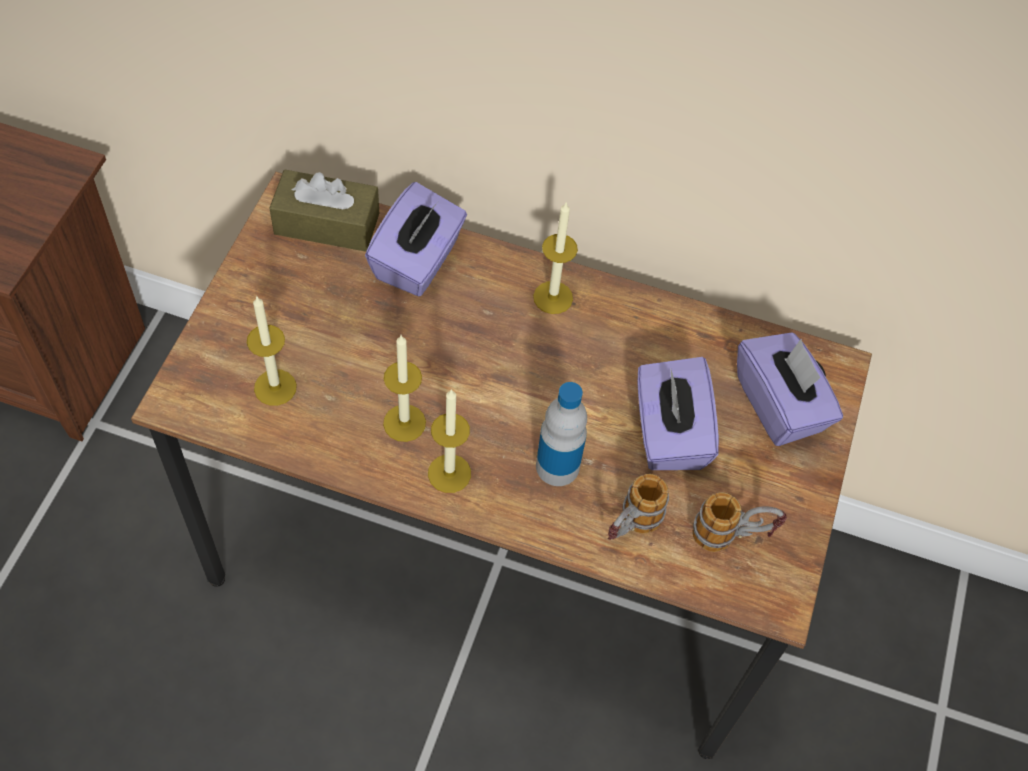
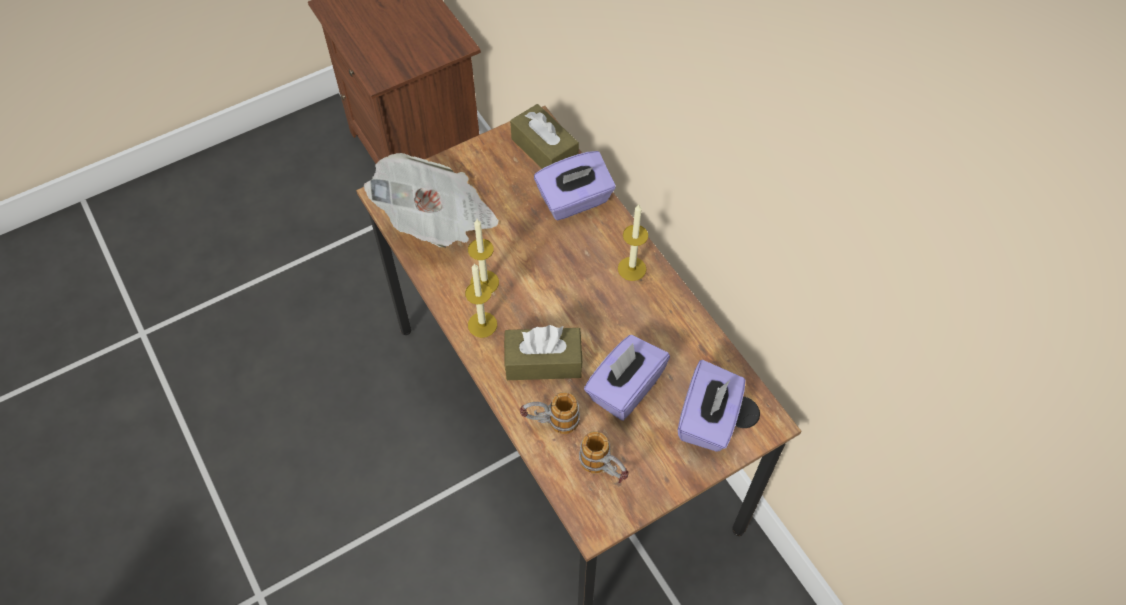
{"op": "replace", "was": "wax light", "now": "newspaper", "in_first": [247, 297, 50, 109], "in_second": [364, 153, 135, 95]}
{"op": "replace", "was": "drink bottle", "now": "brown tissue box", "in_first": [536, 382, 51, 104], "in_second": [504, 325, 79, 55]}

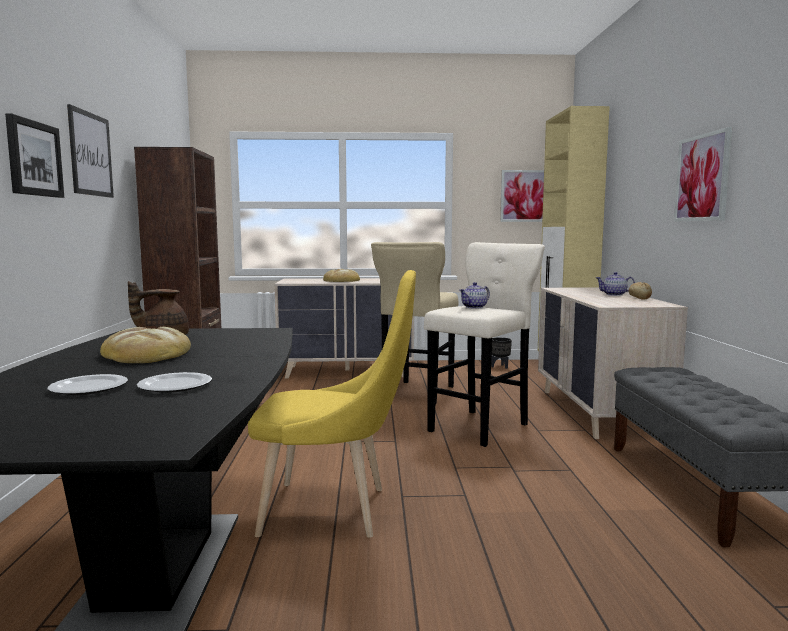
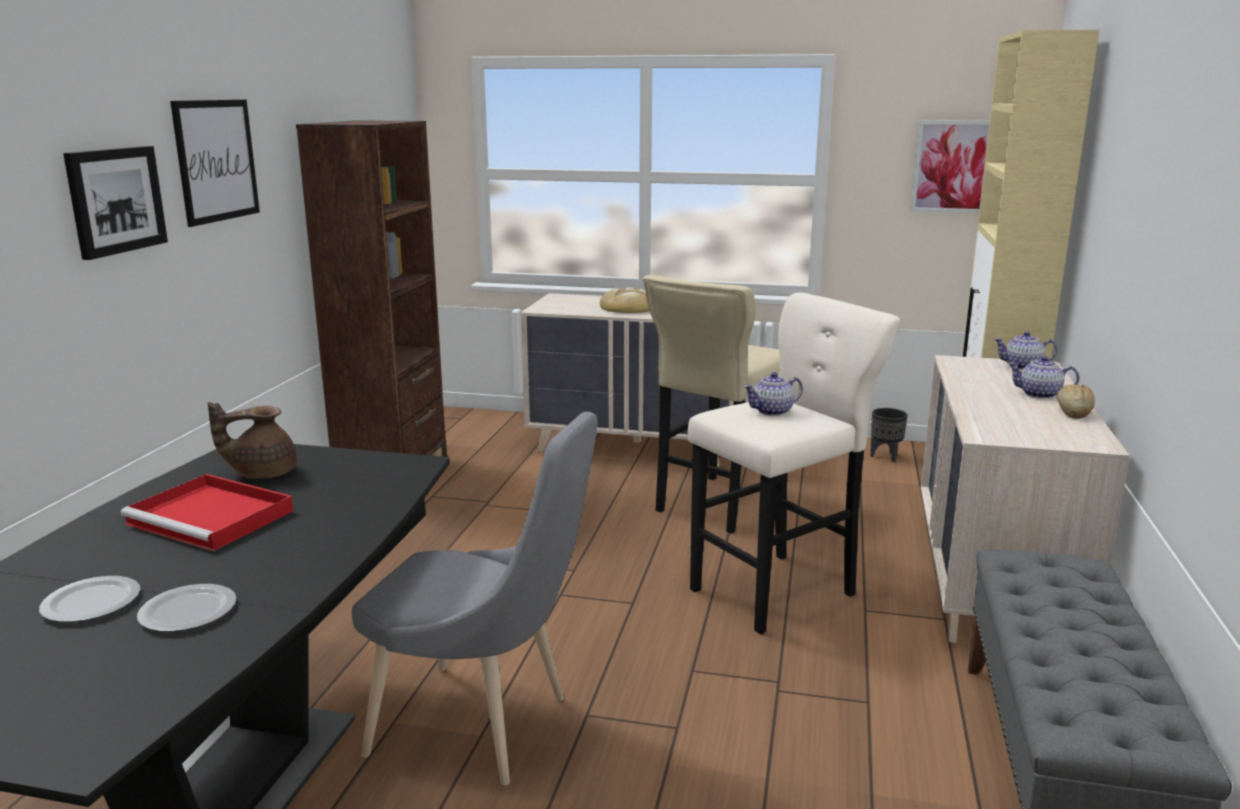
{"op": "replace", "was": "bakery bread", "now": "red carrying tray", "in_first": [100, 327, 91, 36], "in_second": [121, 474, 172, 77]}
{"op": "recolor", "was": "yellow-coloured plain chair", "now": "grey plain chair", "in_first": [248, 270, 168, 268], "in_second": [352, 412, 246, 373]}
{"op": "insert", "now": "pot for tea", "in_second": [994, 331, 64, 39]}
{"op": "delete", "was": "picture", "in_first": [674, 127, 58, 95]}

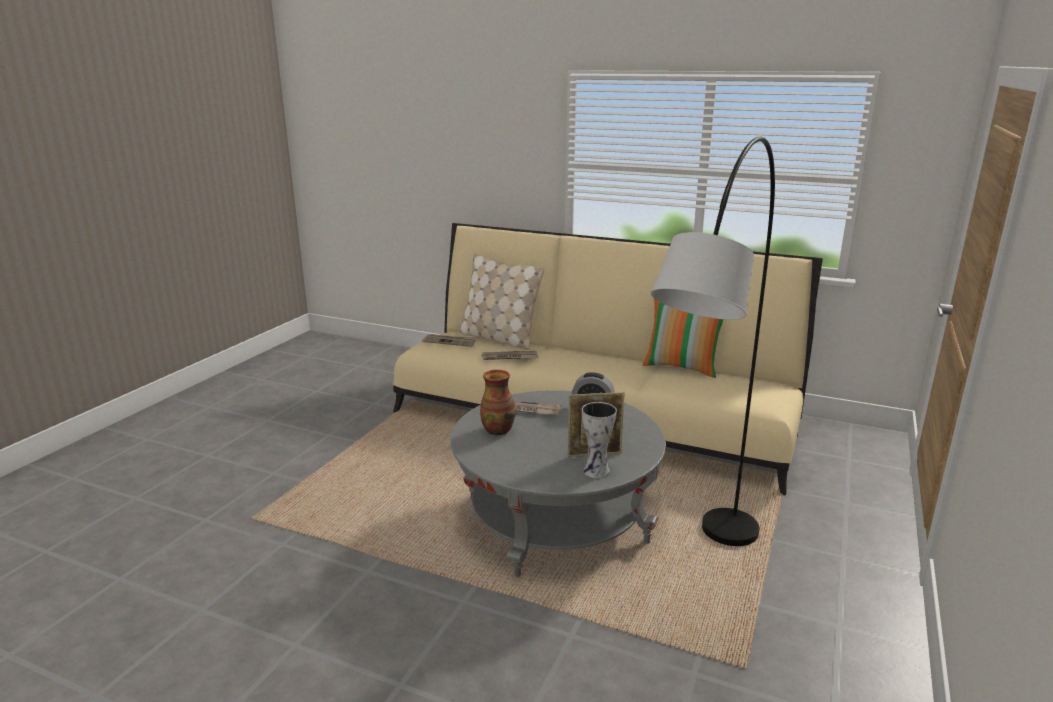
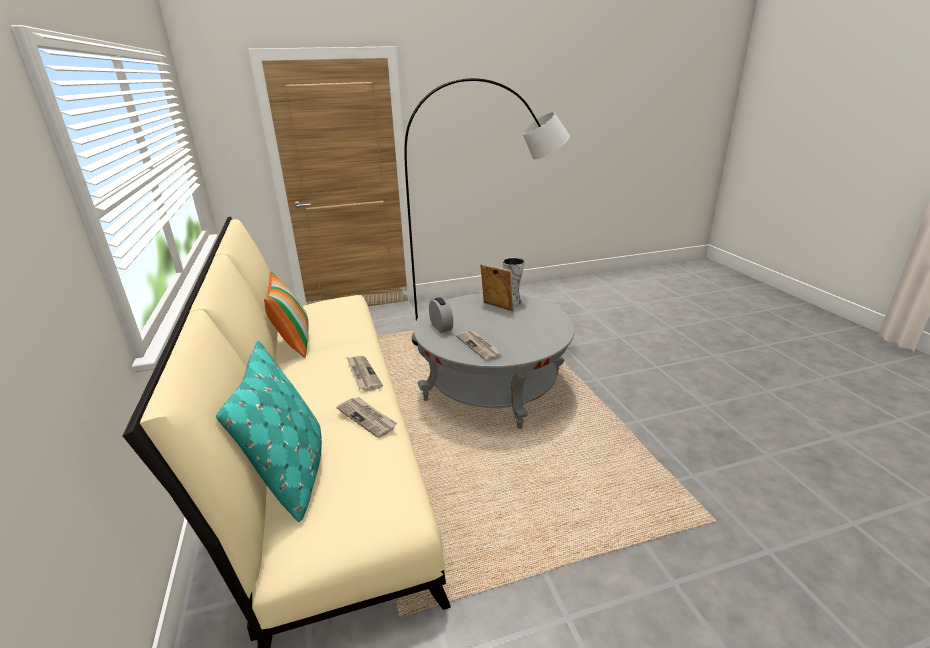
{"op": "recolor", "was": "beige throw pillow", "now": "turquoise-coloured throw pillow", "in_first": [459, 254, 85, 96], "in_second": [216, 341, 106, 181]}
{"op": "move", "was": "newspaper", "in_first": [422, 334, 56, 13], "in_second": [346, 356, 37, 35]}
{"op": "delete", "was": "vase", "in_first": [480, 370, 36, 66]}

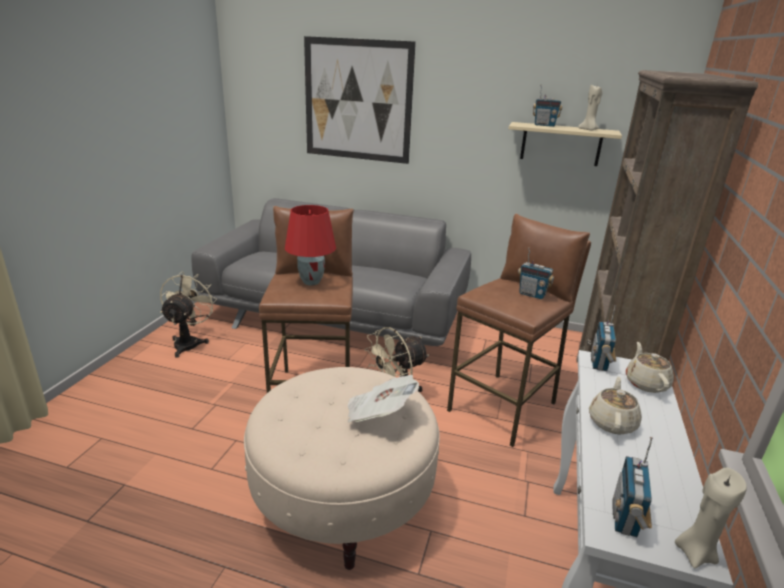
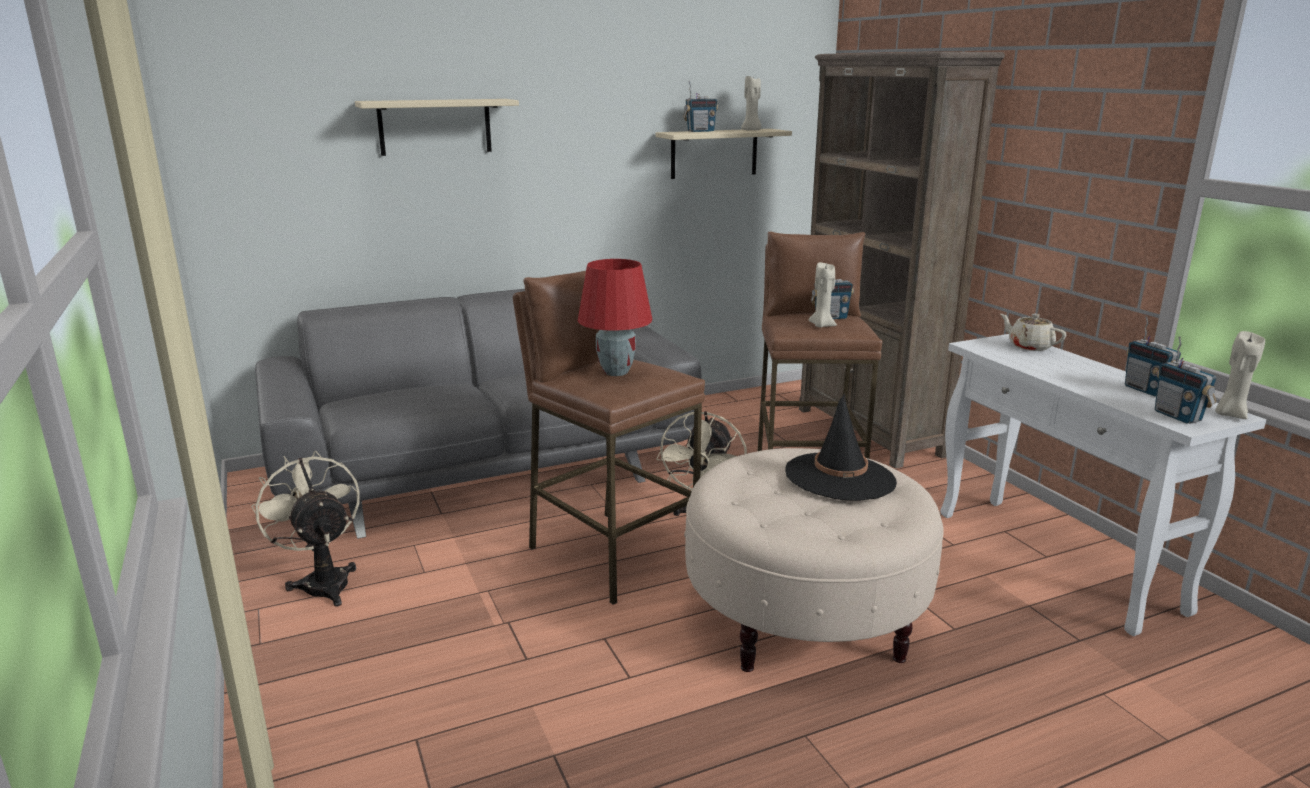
{"op": "replace", "was": "picture", "now": "beige shelf", "in_first": [304, 36, 112, 128], "in_second": [355, 99, 164, 57]}
{"op": "replace", "was": "newspaper", "now": "blackish wearable hat", "in_first": [348, 375, 71, 48], "in_second": [785, 393, 112, 108]}
{"op": "insert", "now": "beige wax light", "in_second": [809, 262, 28, 66]}
{"op": "move", "was": "radio receiver", "in_first": [591, 305, 25, 66], "in_second": [1125, 316, 56, 80]}
{"op": "delete", "was": "beige pot for tea", "in_first": [589, 376, 53, 59]}

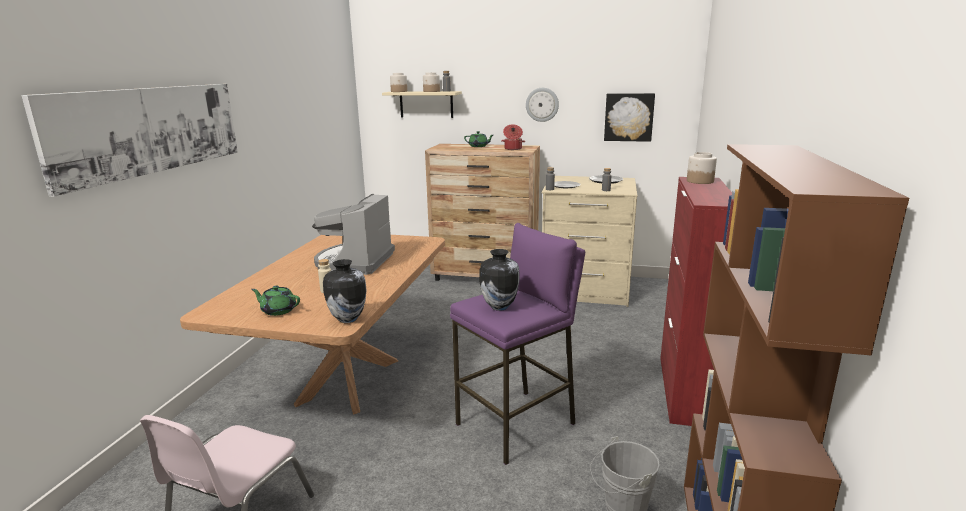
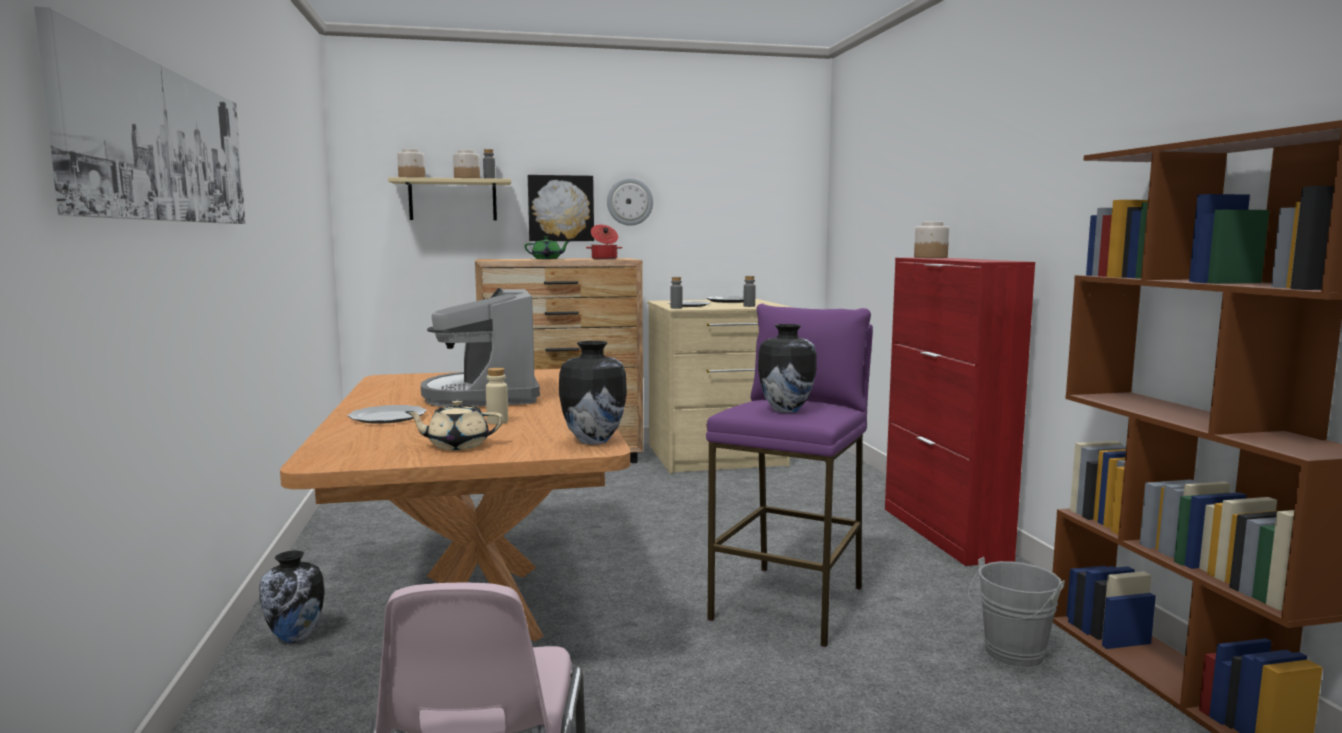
{"op": "insert", "now": "vase", "in_second": [259, 550, 66, 93]}
{"op": "insert", "now": "plate", "in_second": [348, 405, 78, 19]}
{"op": "recolor", "was": "green-coloured pot for tea", "now": "beige pot for tea", "in_first": [251, 286, 49, 30], "in_second": [406, 400, 97, 50]}
{"op": "move", "was": "picture", "in_first": [604, 93, 51, 49], "in_second": [528, 175, 66, 66]}

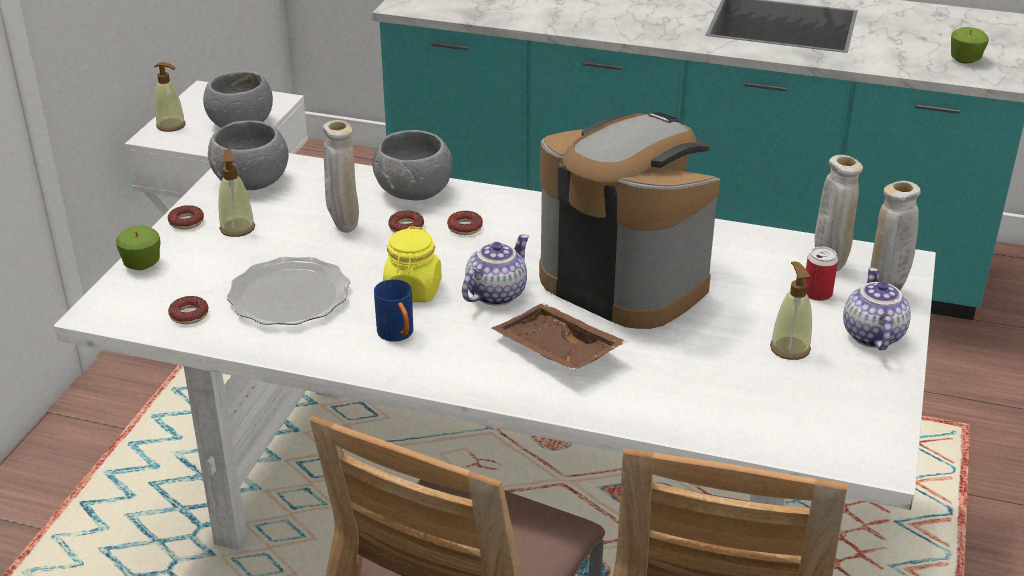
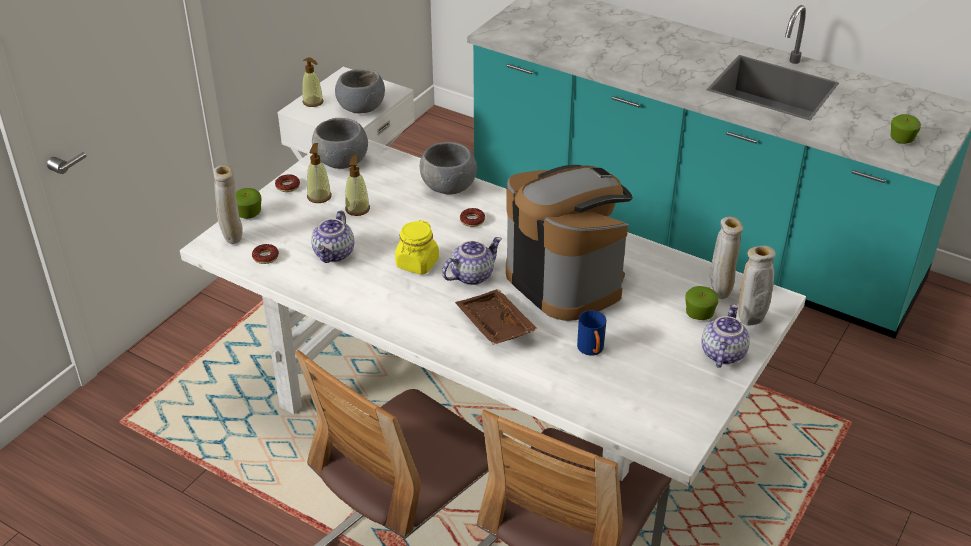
{"op": "move", "was": "beige vase", "in_first": [323, 120, 36, 113], "in_second": [214, 165, 29, 79]}
{"op": "replace", "was": "plate", "now": "pot for tea", "in_first": [227, 257, 123, 68], "in_second": [311, 210, 43, 53]}
{"op": "move", "was": "soap dispenser", "in_first": [770, 261, 42, 99], "in_second": [345, 155, 25, 61]}
{"op": "move", "was": "bluish mug", "in_first": [374, 279, 39, 62], "in_second": [577, 311, 29, 45]}
{"op": "replace", "was": "can", "now": "apple fruit", "in_first": [804, 246, 34, 55], "in_second": [685, 286, 34, 34]}
{"op": "delete", "was": "ring doughnut", "in_first": [388, 210, 36, 23]}

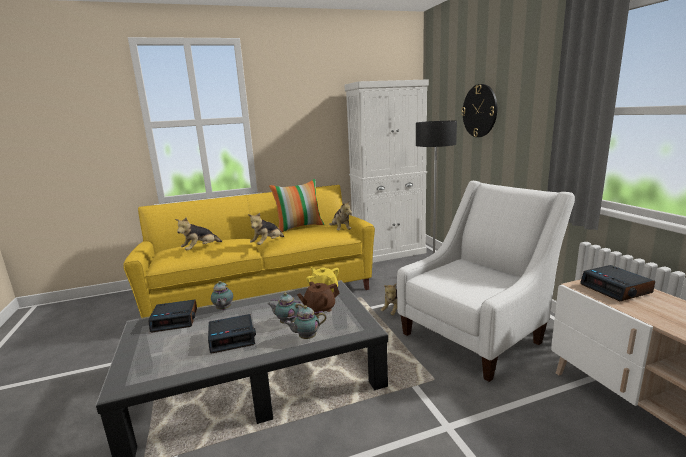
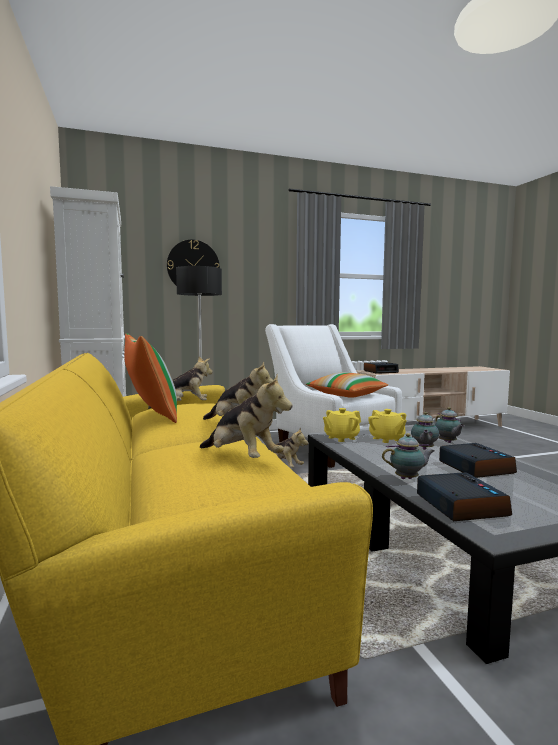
{"op": "insert", "now": "throw pillow", "in_second": [306, 372, 82, 26]}
{"op": "recolor", "was": "brown pot for tea", "now": "yellow-coloured pot for tea", "in_first": [297, 282, 42, 33], "in_second": [368, 409, 39, 34]}

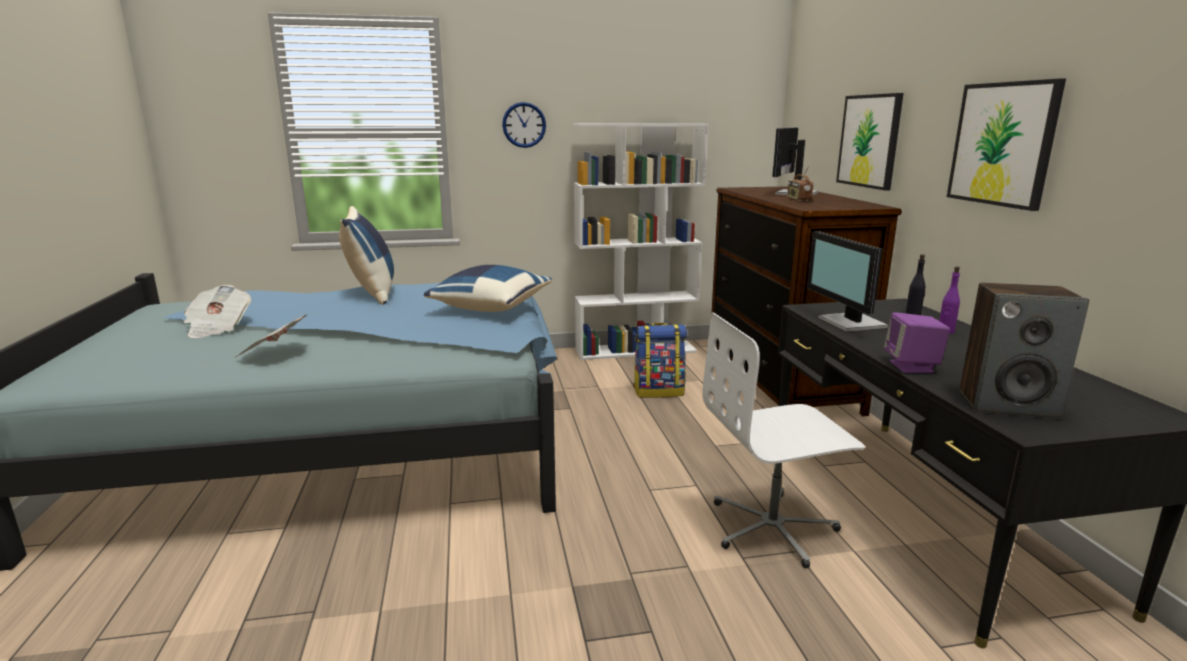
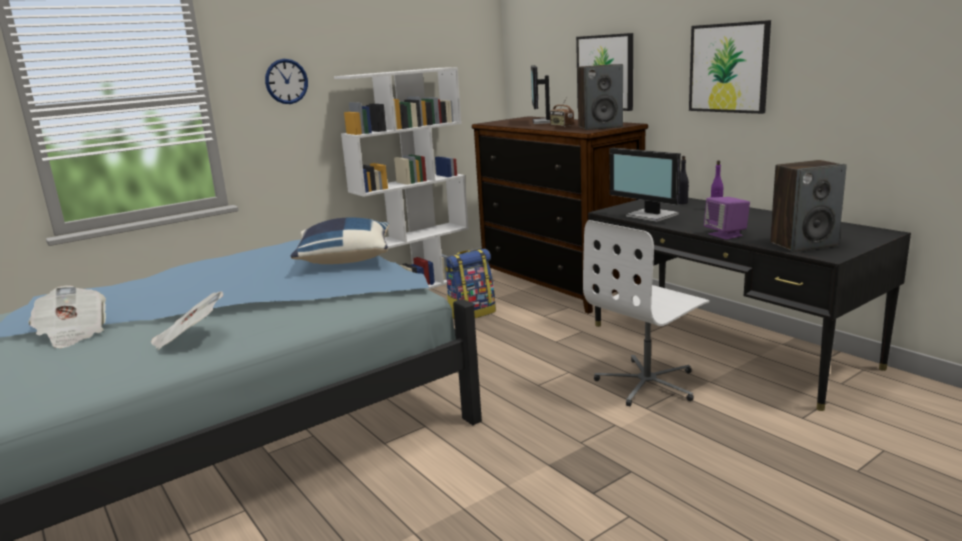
{"op": "insert", "now": "speaker", "in_second": [577, 64, 46, 66]}
{"op": "delete", "was": "bluish throw pillow", "in_first": [339, 206, 55, 99]}

